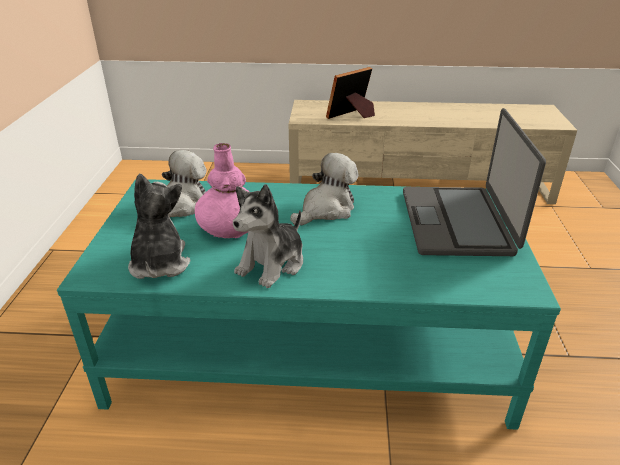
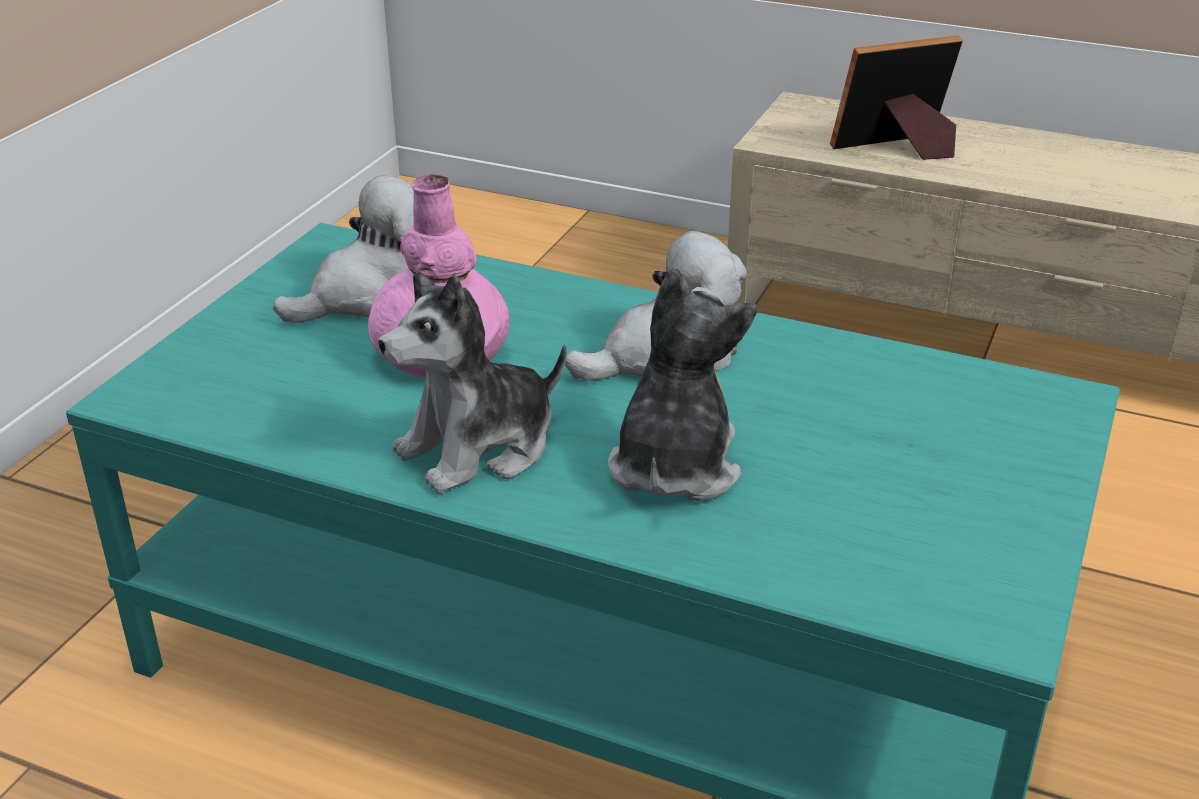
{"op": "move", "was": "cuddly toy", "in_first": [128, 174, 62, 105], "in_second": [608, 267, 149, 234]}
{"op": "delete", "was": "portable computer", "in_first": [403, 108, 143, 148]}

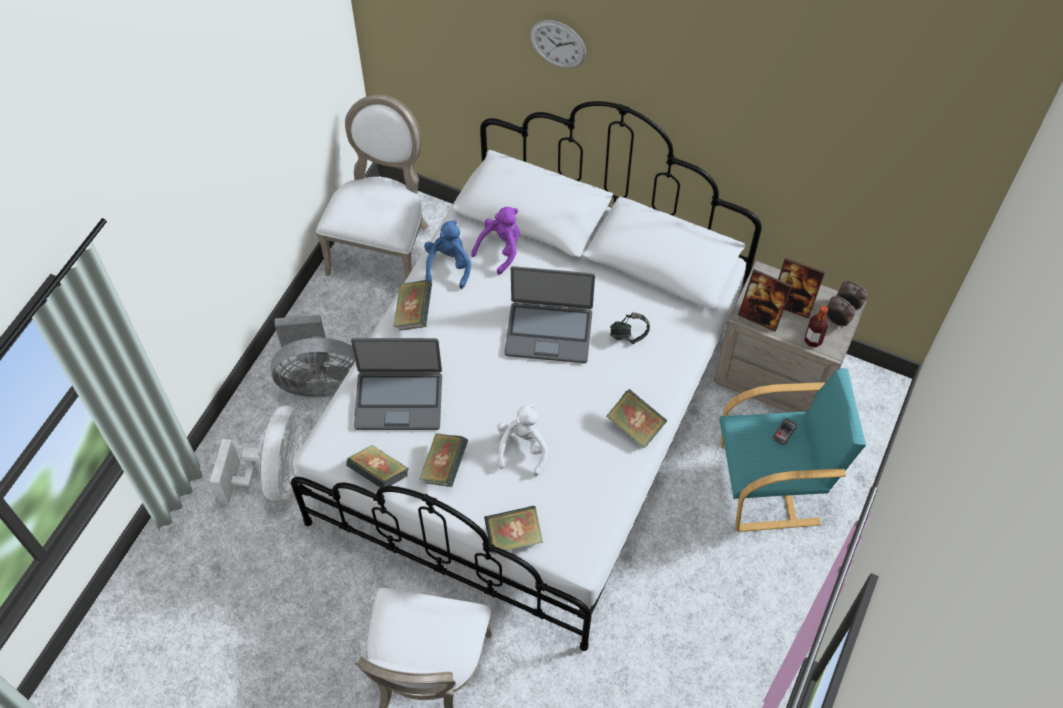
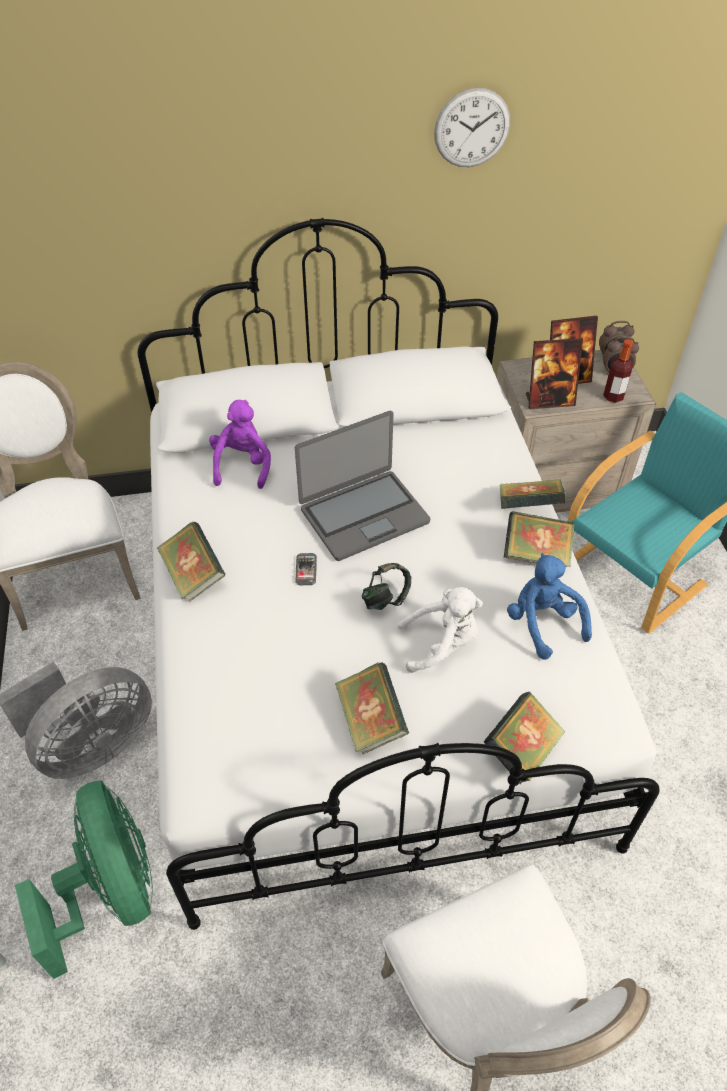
{"op": "recolor", "was": "whitish cooling fan", "now": "green-coloured cooling fan", "in_first": [210, 406, 96, 98], "in_second": [15, 781, 138, 198]}
{"op": "move", "was": "telephone", "in_first": [772, 418, 25, 27], "in_second": [295, 553, 22, 32]}
{"op": "move", "was": "pair of headphones", "in_first": [610, 313, 40, 31], "in_second": [362, 563, 49, 47]}
{"op": "rotate", "was": "whitish cuddly toy", "in_first": [497, 403, 51, 73], "in_second": [397, 587, 85, 86], "clockwise": 105}
{"op": "move", "was": "hanging clock", "in_first": [530, 20, 56, 48], "in_second": [434, 88, 76, 79]}
{"op": "move", "was": "book", "in_first": [346, 445, 63, 43], "in_second": [500, 479, 65, 30]}
{"op": "move", "was": "bluish cuddly toy", "in_first": [424, 220, 47, 69], "in_second": [507, 553, 85, 107]}
{"op": "delete", "was": "portable computer", "in_first": [351, 338, 91, 92]}

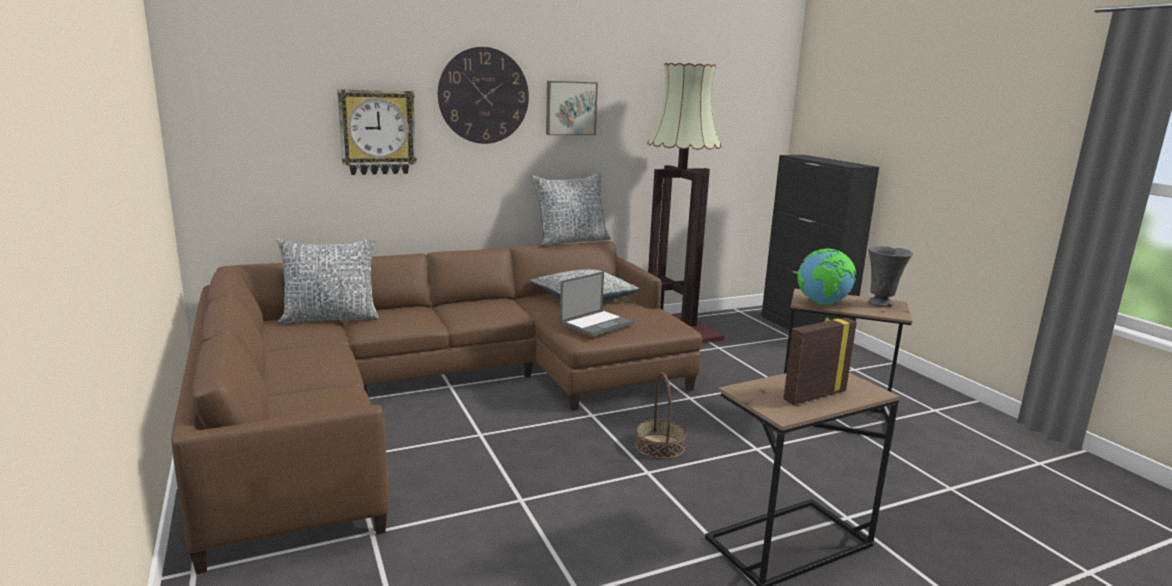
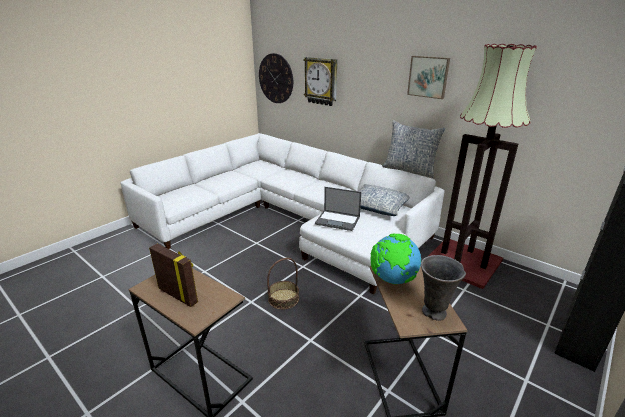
{"op": "recolor", "was": "brown settee", "now": "whitish settee", "in_first": [171, 241, 531, 333], "in_second": [121, 133, 324, 161]}
{"op": "move", "was": "hanging clock", "in_first": [438, 47, 91, 97], "in_second": [259, 53, 34, 50]}
{"op": "delete", "was": "throw pillow", "in_first": [277, 237, 102, 87]}

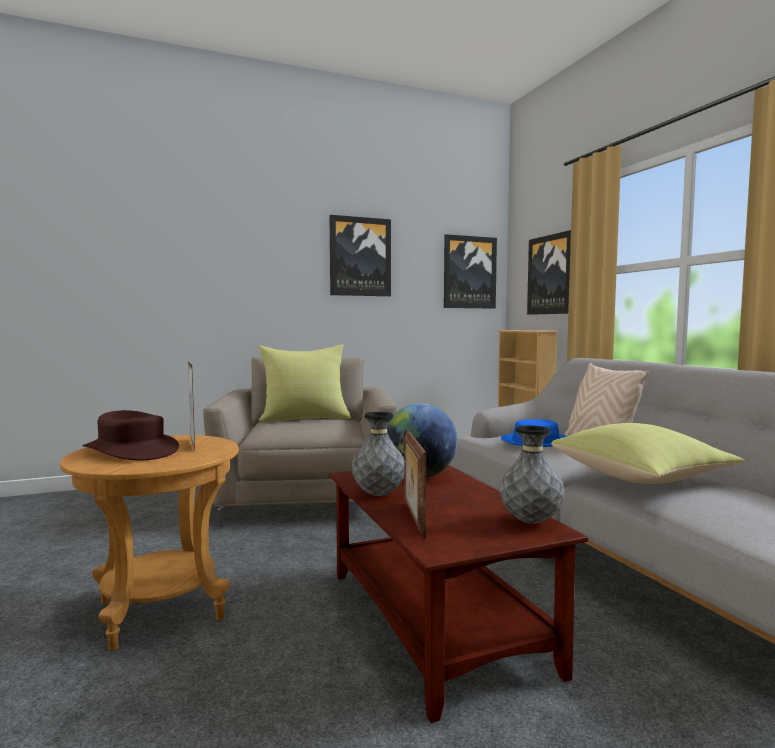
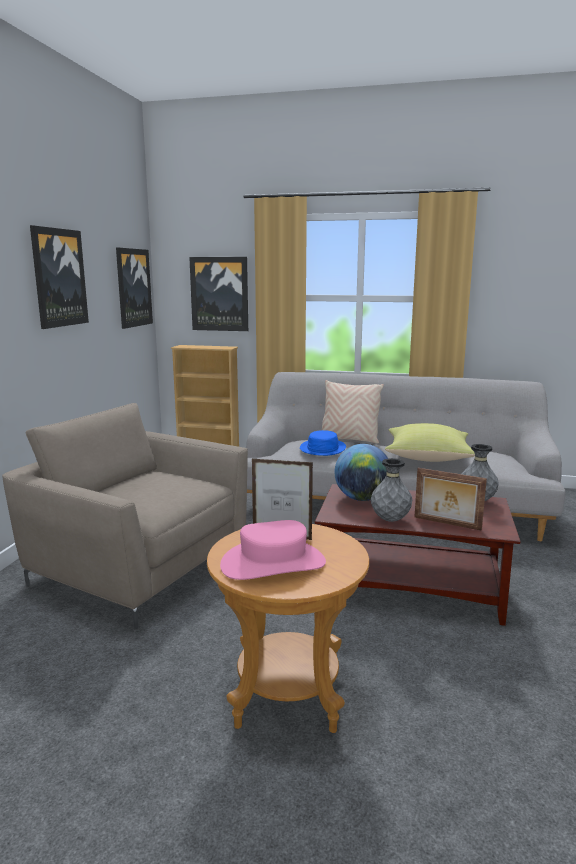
{"op": "recolor", "was": "brown wearable hat", "now": "pink wearable hat", "in_first": [82, 410, 97, 50], "in_second": [220, 520, 106, 60]}
{"op": "delete", "was": "yellow-coloured throw pillow", "in_first": [258, 344, 93, 78]}

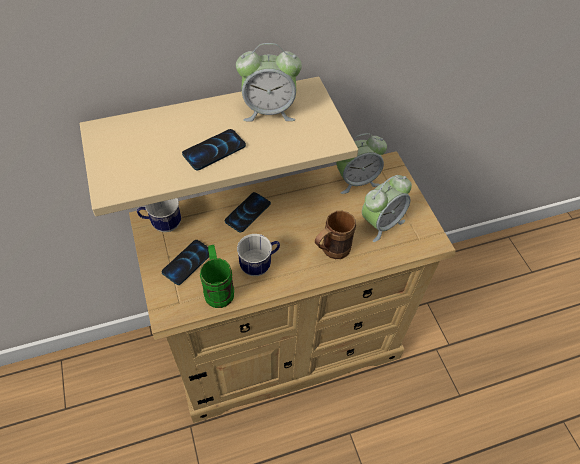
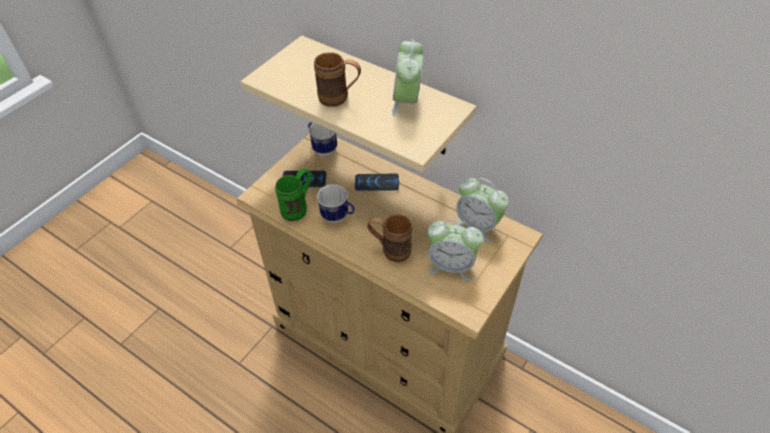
{"op": "replace", "was": "telephone", "now": "brown mug", "in_first": [182, 129, 64, 42], "in_second": [314, 52, 47, 55]}
{"op": "rotate", "was": "table clock", "in_first": [236, 43, 66, 79], "in_second": [392, 39, 31, 77], "clockwise": 45}

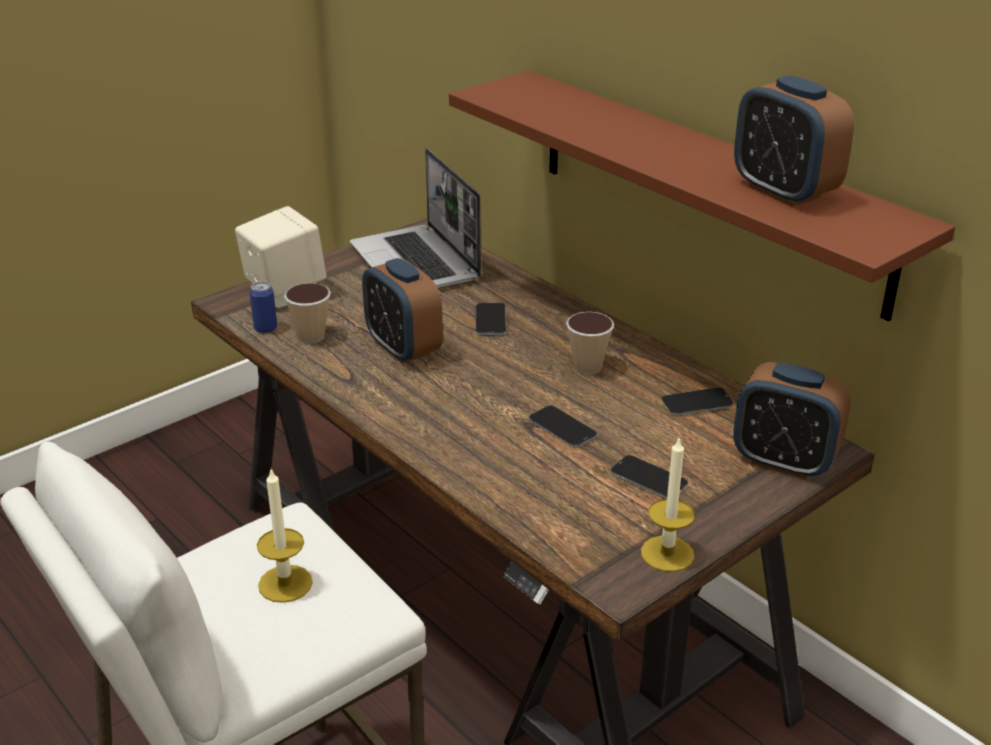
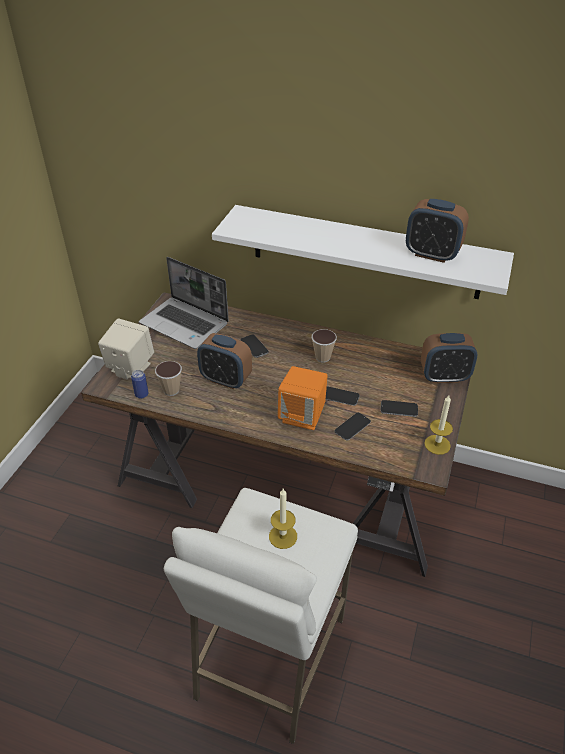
{"op": "recolor", "was": "brown shelf", "now": "whitish shelf", "in_first": [449, 70, 506, 251], "in_second": [212, 205, 302, 94]}
{"op": "insert", "now": "orange-coloured speaker", "in_second": [278, 366, 50, 64]}
{"op": "move", "was": "telephone", "in_first": [661, 388, 73, 28], "in_second": [334, 413, 37, 27]}

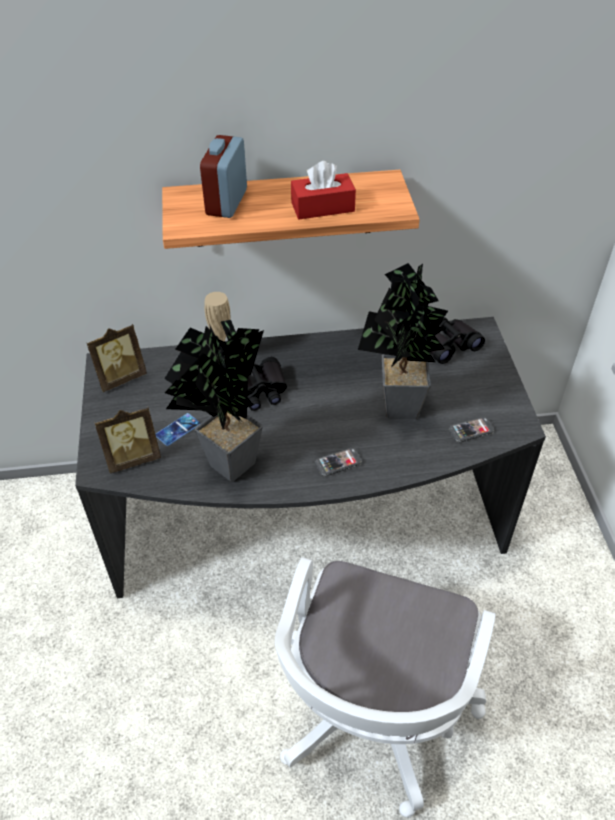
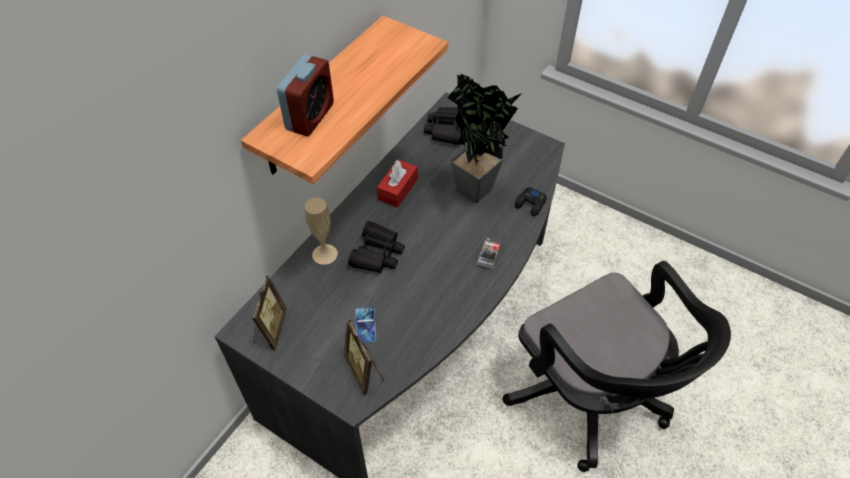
{"op": "rotate", "was": "table clock", "in_first": [200, 135, 47, 83], "in_second": [277, 54, 57, 82], "clockwise": -120}
{"op": "rotate", "was": "photo frame", "in_first": [94, 407, 67, 66], "in_second": [344, 320, 40, 75], "clockwise": 135}
{"op": "move", "was": "red tissue box", "in_first": [291, 161, 65, 58], "in_second": [377, 159, 41, 48]}
{"op": "recolor", "was": "whitish desk chair", "now": "blackish desk chair", "in_first": [275, 557, 221, 261], "in_second": [502, 261, 229, 211]}
{"op": "insert", "now": "blackish gamepad", "in_second": [515, 187, 32, 29]}
{"op": "delete", "was": "houseplant", "in_first": [164, 320, 100, 162]}
{"op": "delete", "was": "telephone", "in_first": [449, 417, 45, 26]}

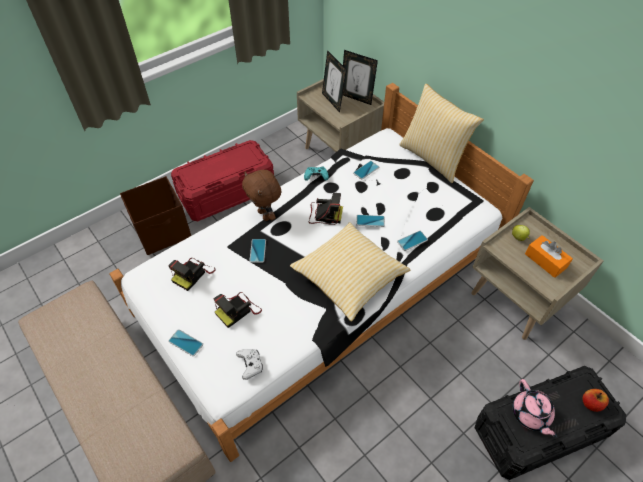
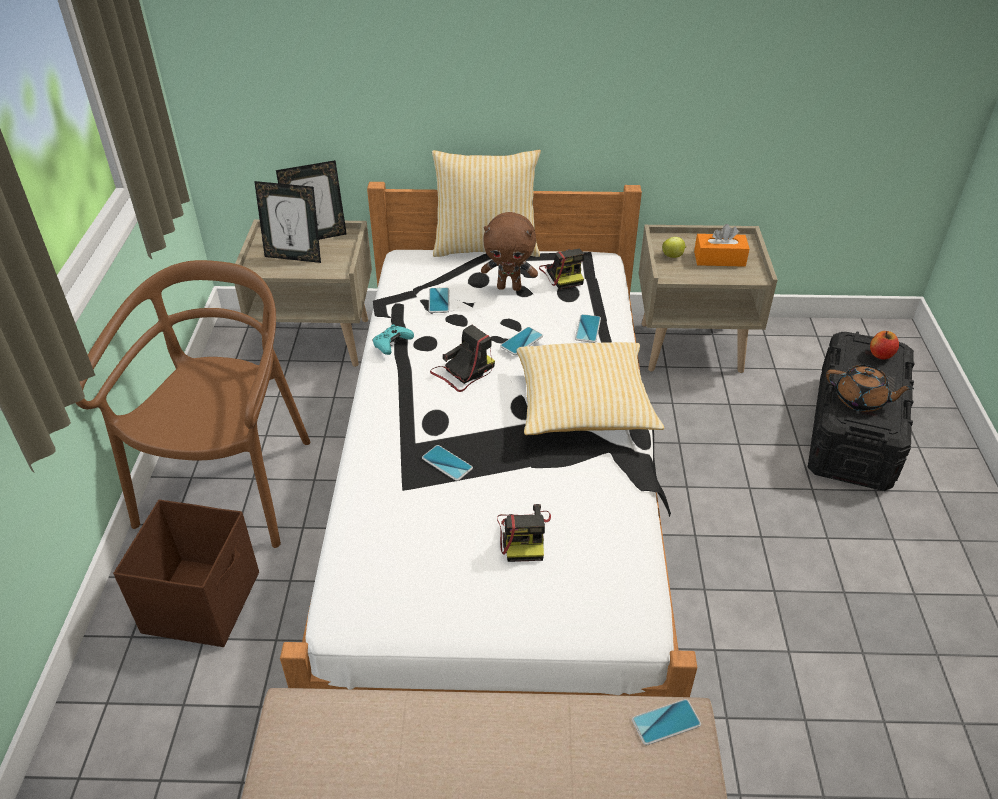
{"op": "replace", "was": "red storage bin", "now": "brown plain chair", "in_first": [171, 140, 103, 81], "in_second": [76, 260, 234, 288]}
{"op": "move", "was": "brown cuddly toy", "in_first": [242, 170, 39, 51], "in_second": [481, 212, 57, 79]}
{"op": "move", "was": "still camera", "in_first": [168, 258, 48, 33], "in_second": [539, 249, 45, 40]}
{"op": "move", "was": "telephone", "in_first": [168, 329, 35, 27], "in_second": [632, 699, 69, 46]}
{"op": "recolor", "was": "pink pot for tea", "now": "brown pot for tea", "in_first": [513, 379, 44, 60], "in_second": [826, 365, 88, 47]}
{"op": "delete", "was": "whitish gamepad", "in_first": [236, 349, 27, 31]}

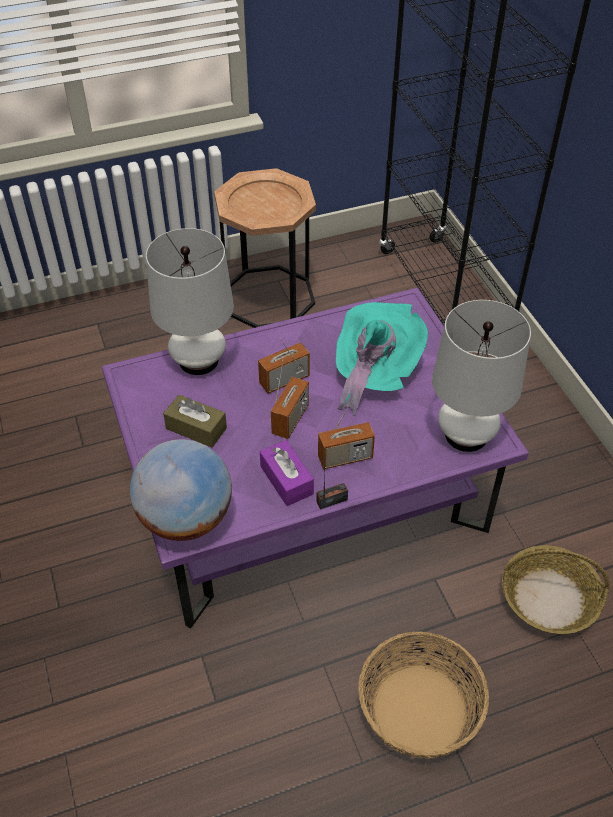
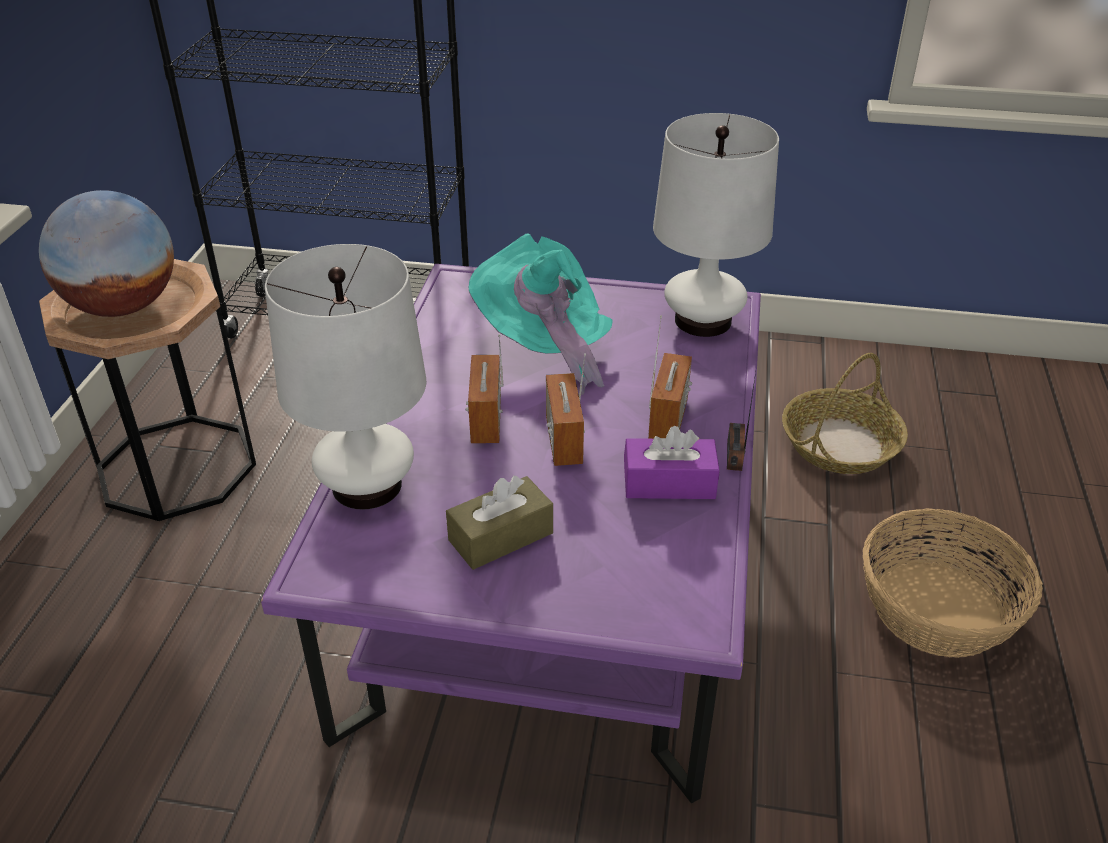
{"op": "move", "was": "globe", "in_first": [130, 439, 102, 102], "in_second": [39, 190, 135, 127]}
{"op": "rotate", "was": "radio receiver", "in_first": [271, 359, 38, 80], "in_second": [546, 353, 40, 113], "clockwise": -150}

